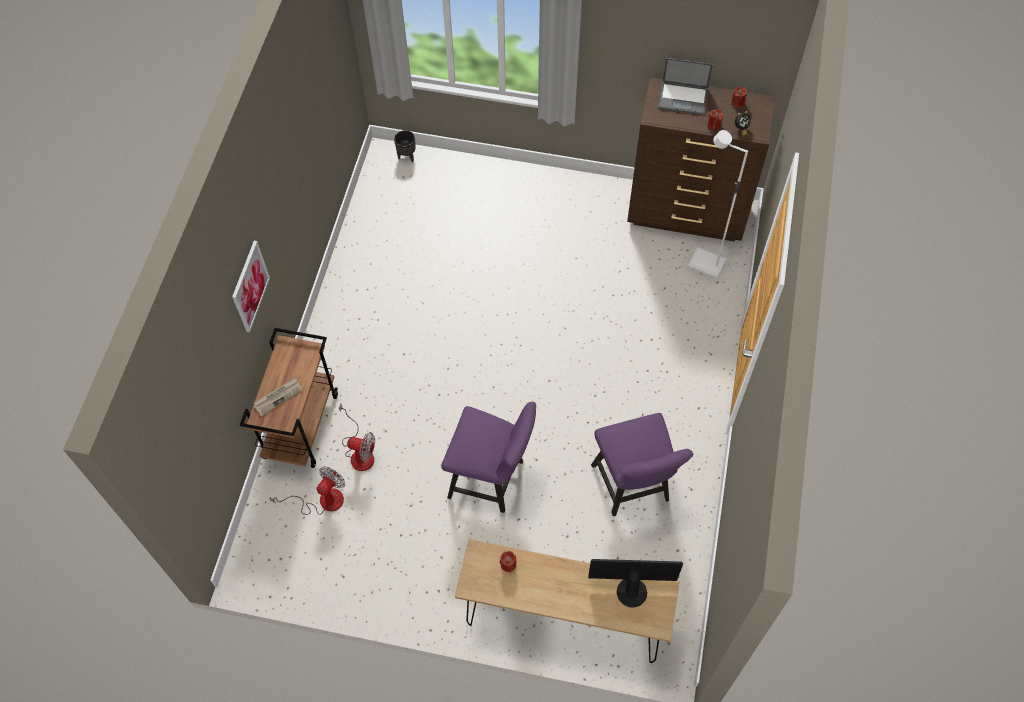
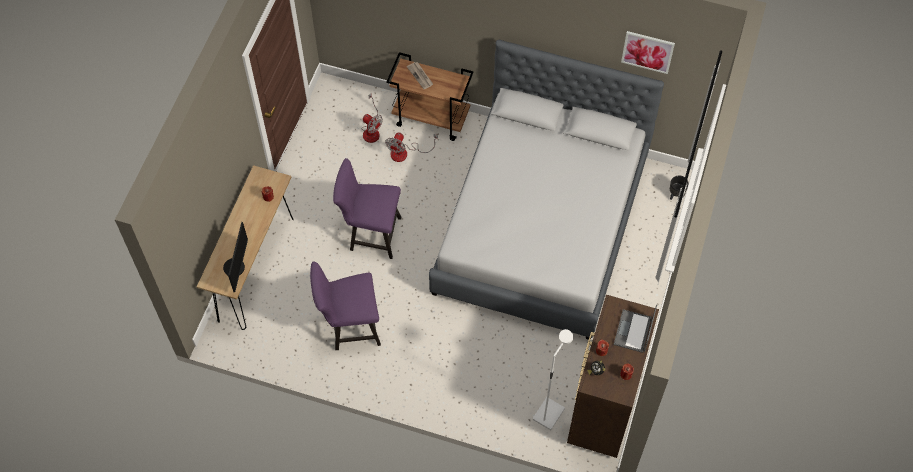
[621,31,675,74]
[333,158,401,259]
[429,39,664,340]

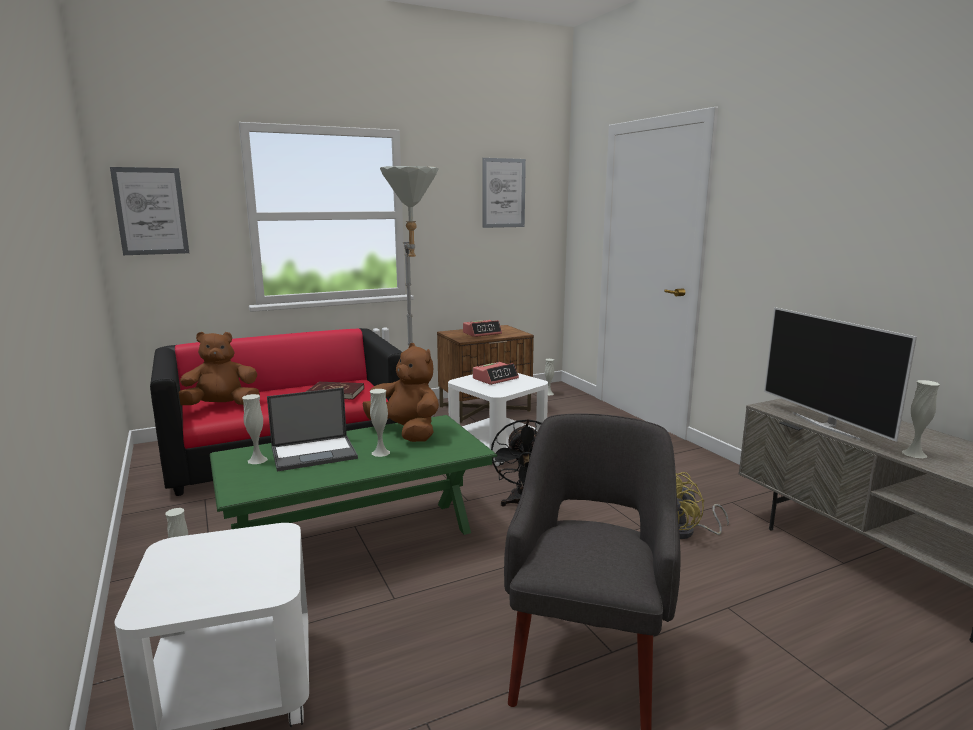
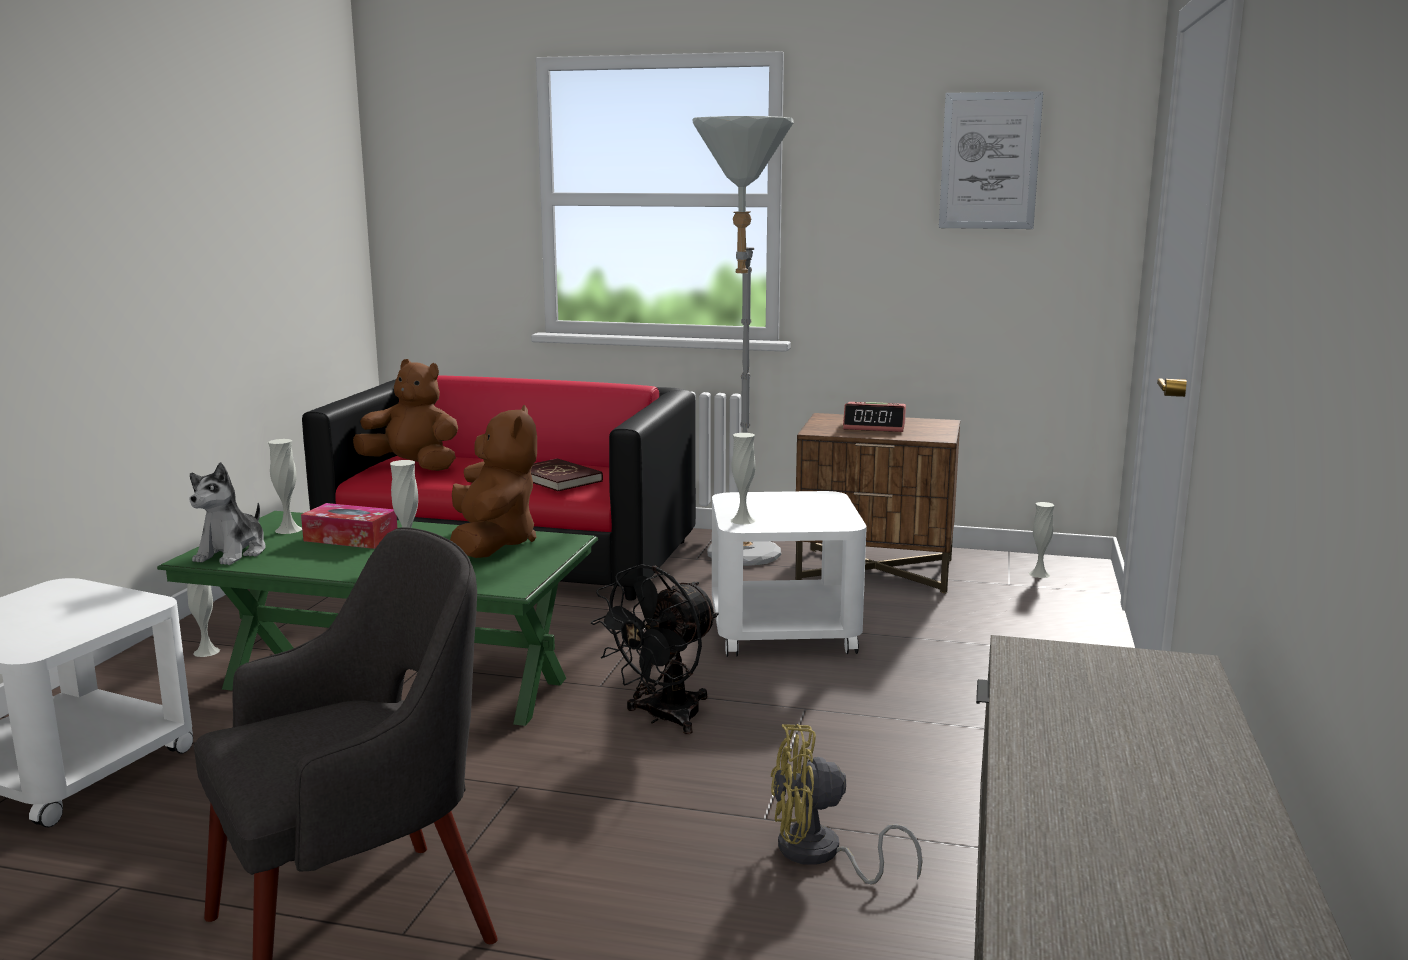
[110,167,189,255] (first image)
[764,307,917,442] (first image)
[473,362,519,385] (first image)
[731,433,755,525]
[301,503,397,549]
[190,462,266,565]

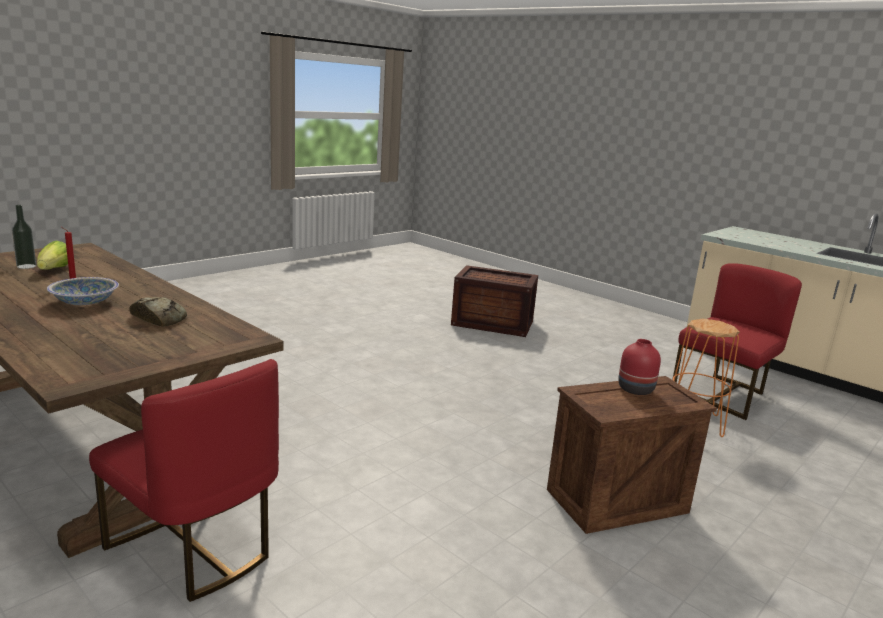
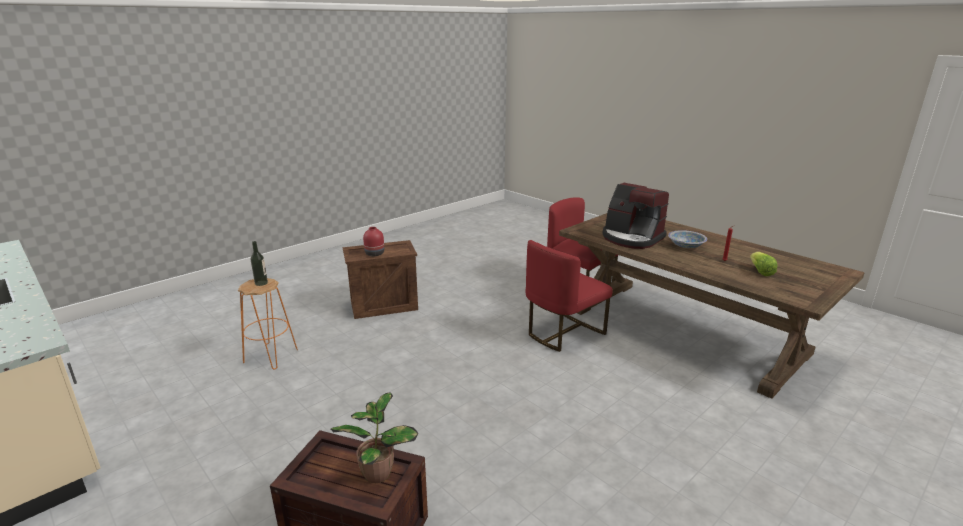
[251,241,268,286]
[526,240,613,352]
[602,183,669,249]
[331,392,418,483]

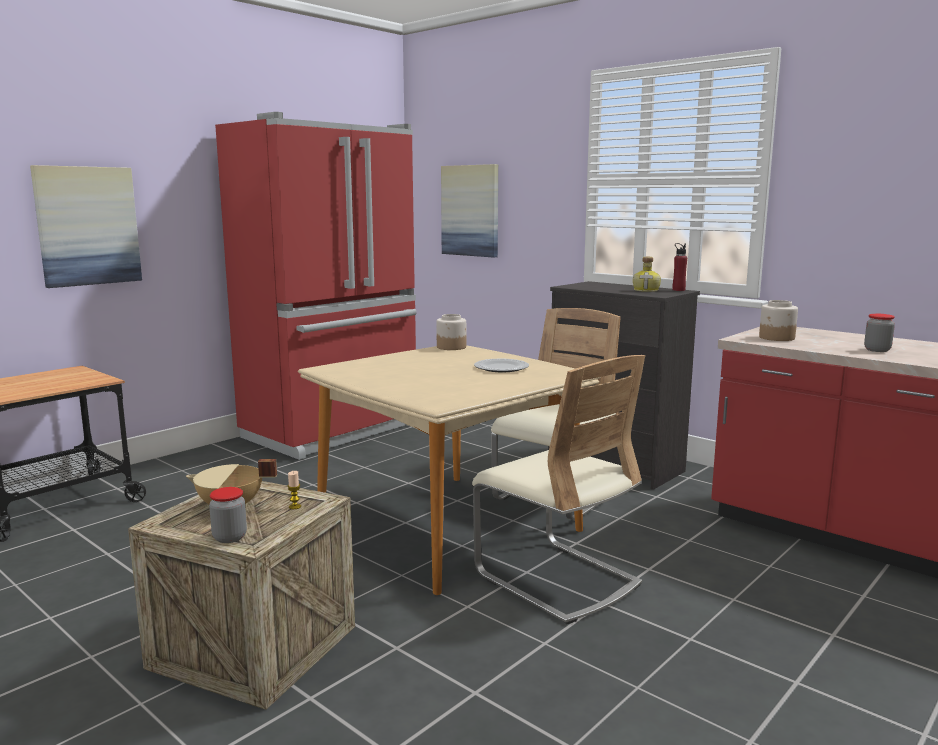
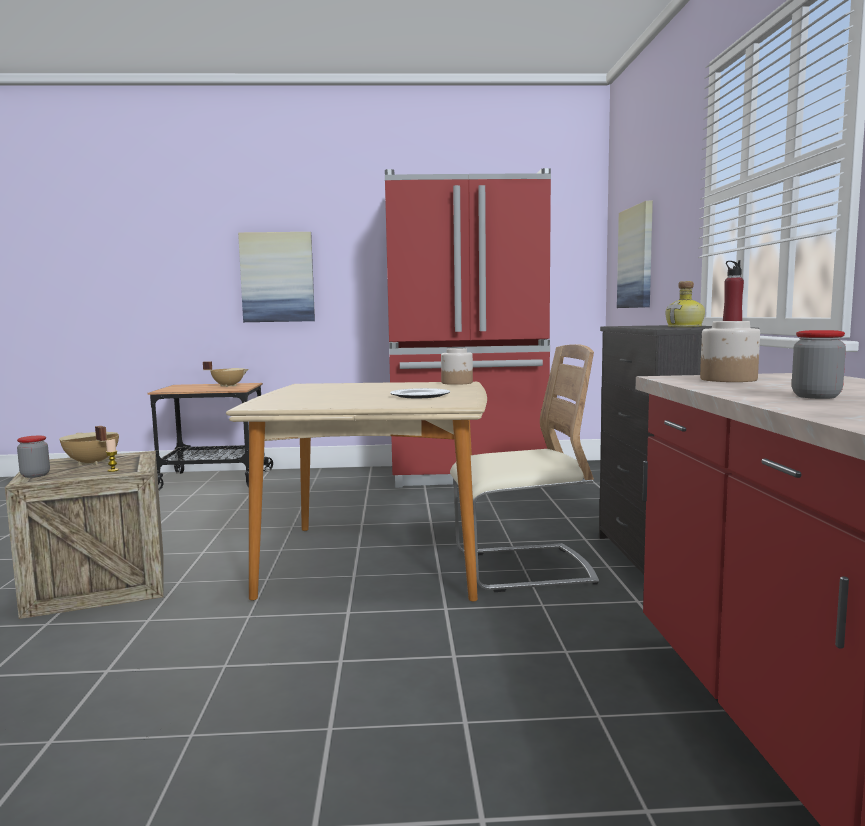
[472,355,645,624] (first image)
[203,361,248,387]

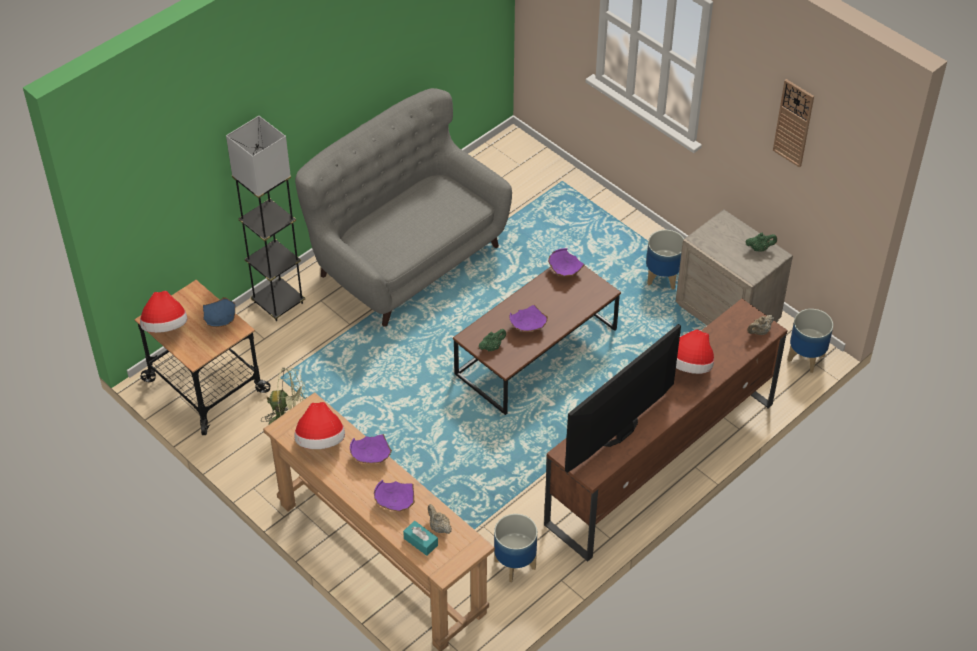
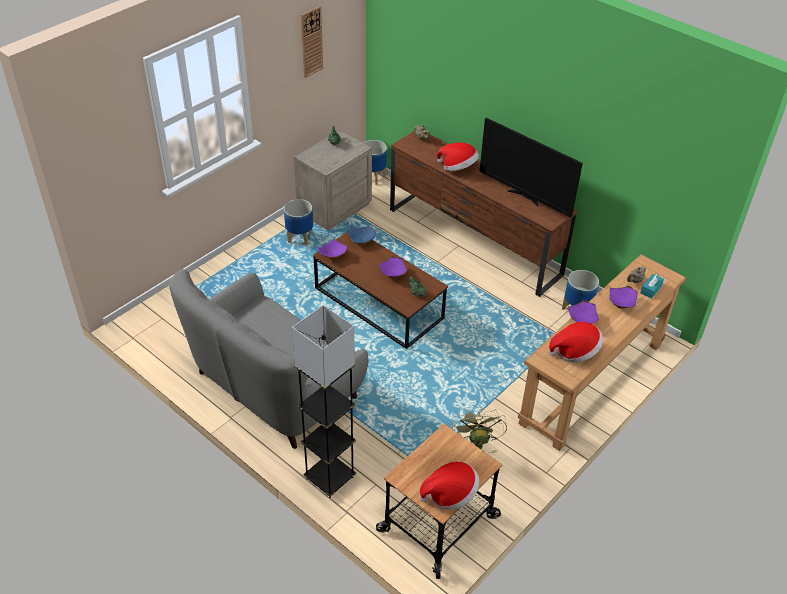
[347,226,376,245]

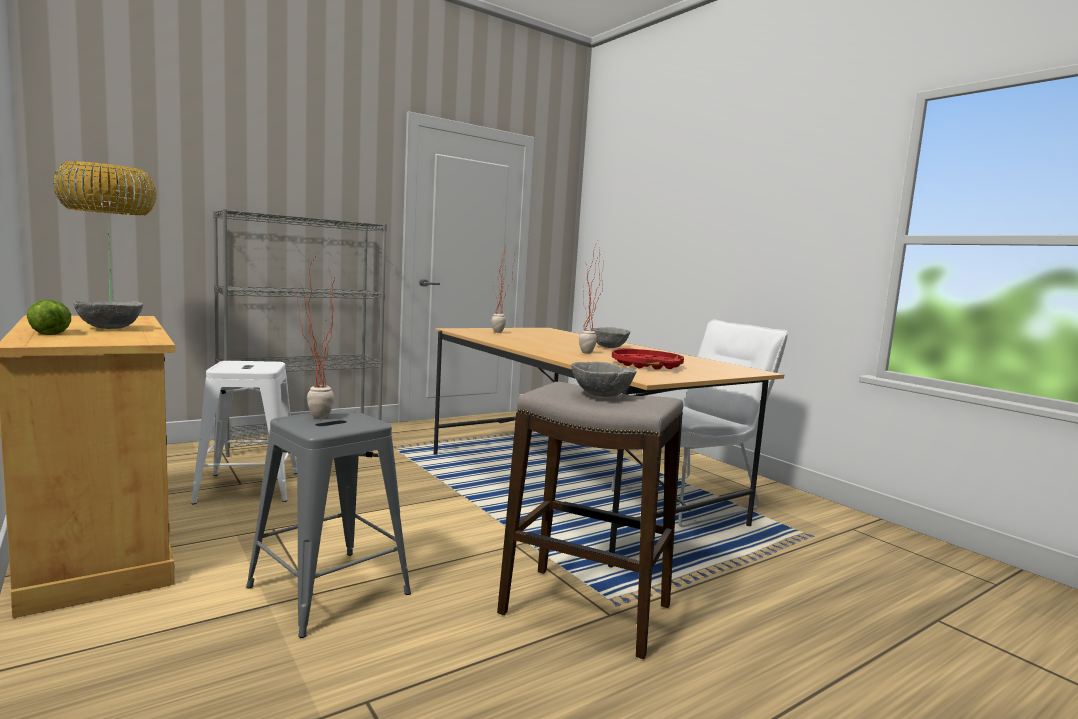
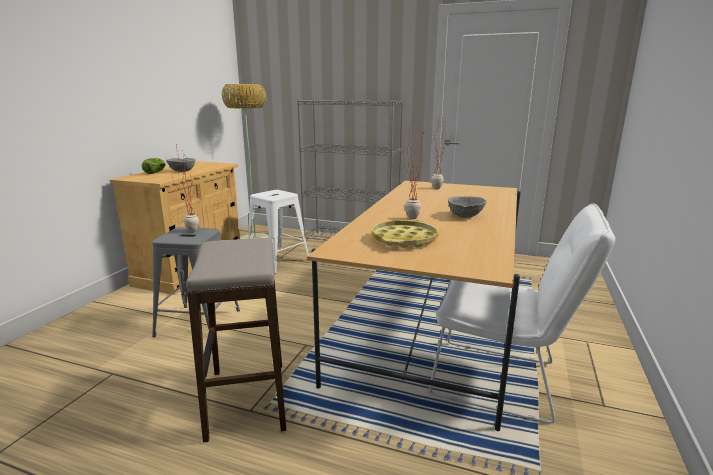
[372,220,438,248]
[571,362,636,397] (first image)

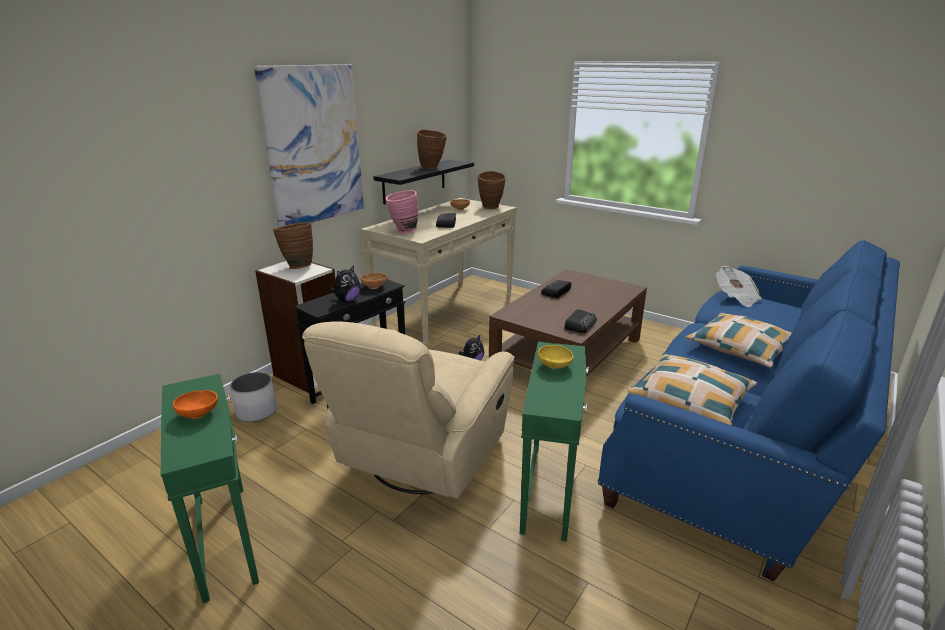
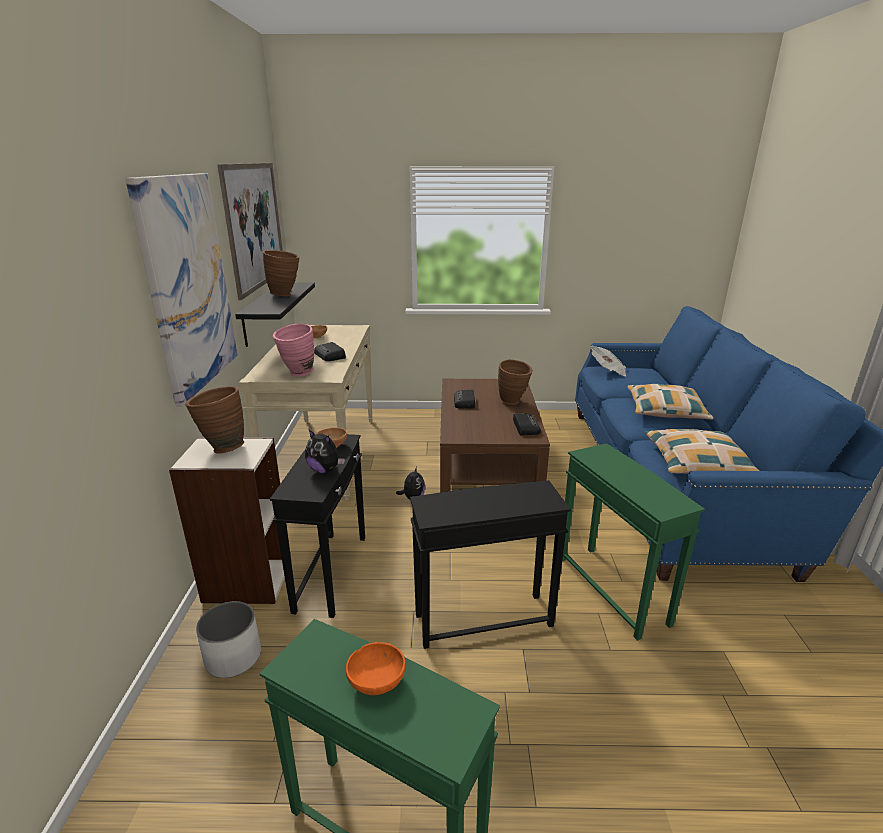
[498,360,533,405]
[305,430,345,474]
[410,480,571,649]
[538,345,574,369] (first image)
[217,163,283,300]

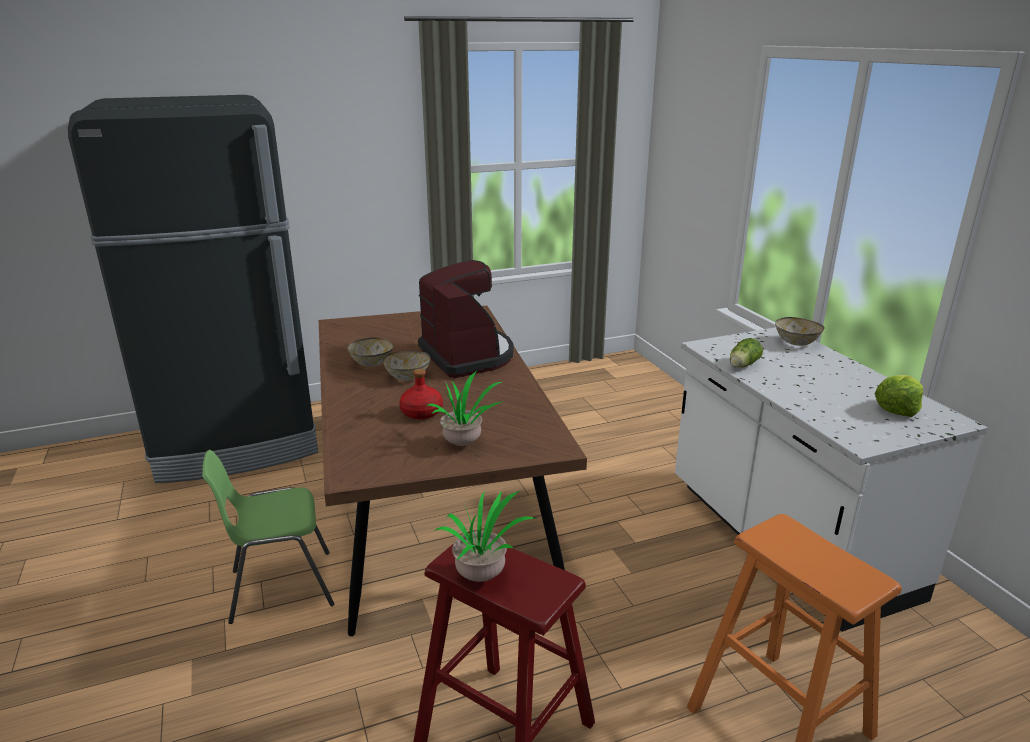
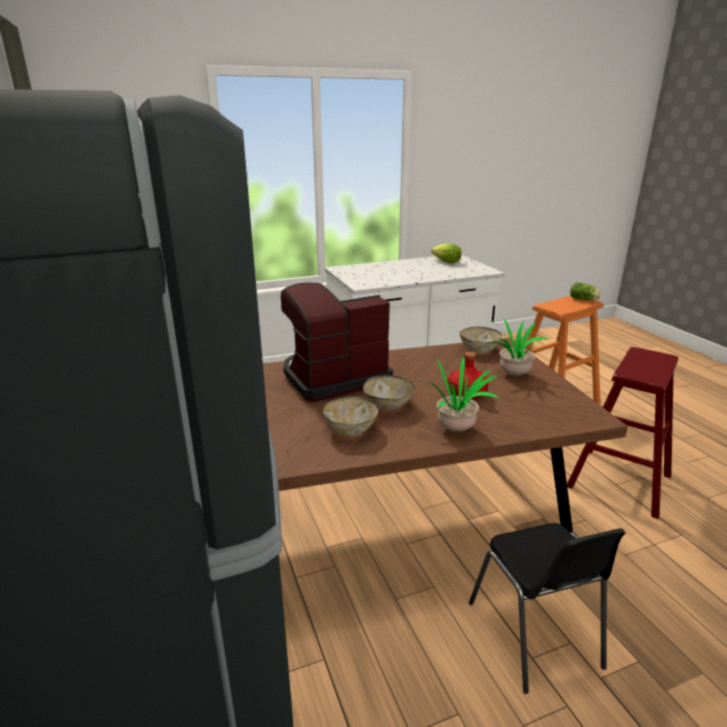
[460,326,502,353]
[570,282,602,300]
[469,523,626,694]
[412,357,499,432]

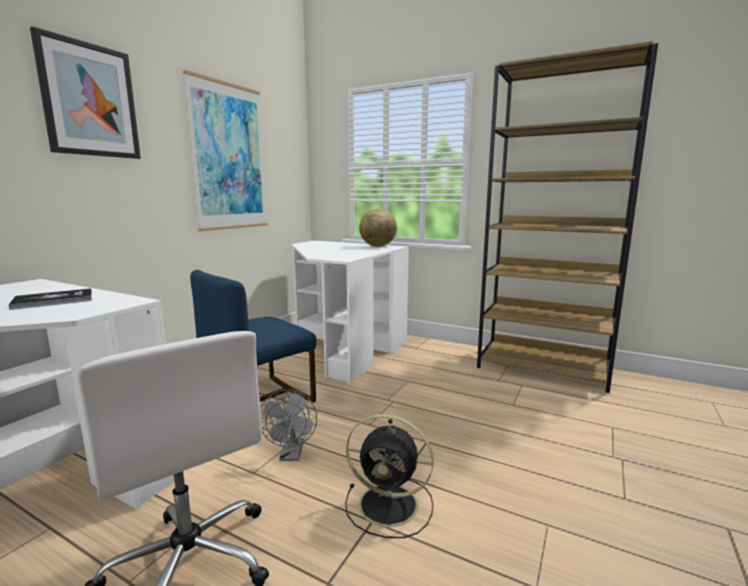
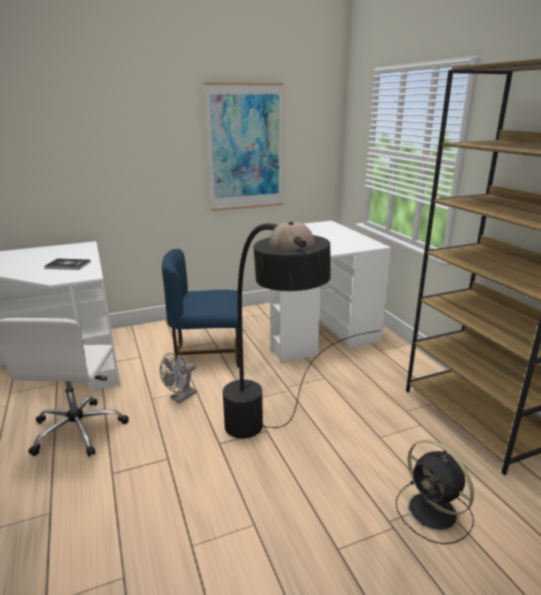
[30,26,141,159] (first image)
[359,209,397,247] (first image)
[396,440,474,544]
[223,222,381,439]

